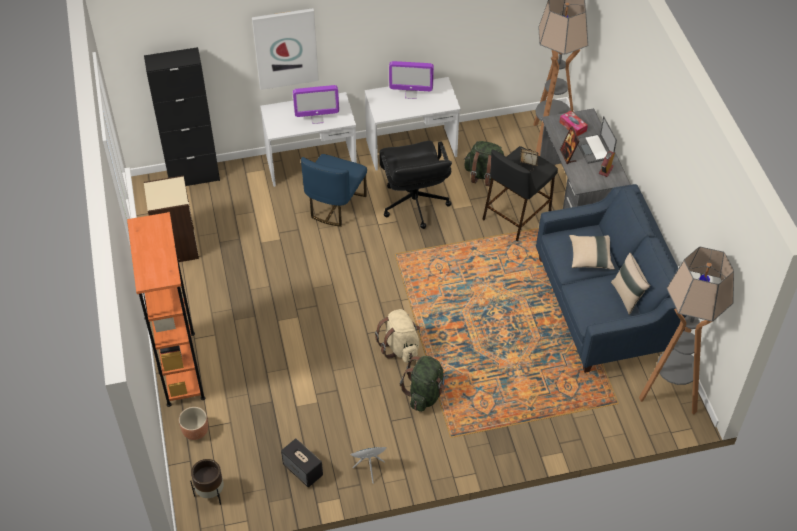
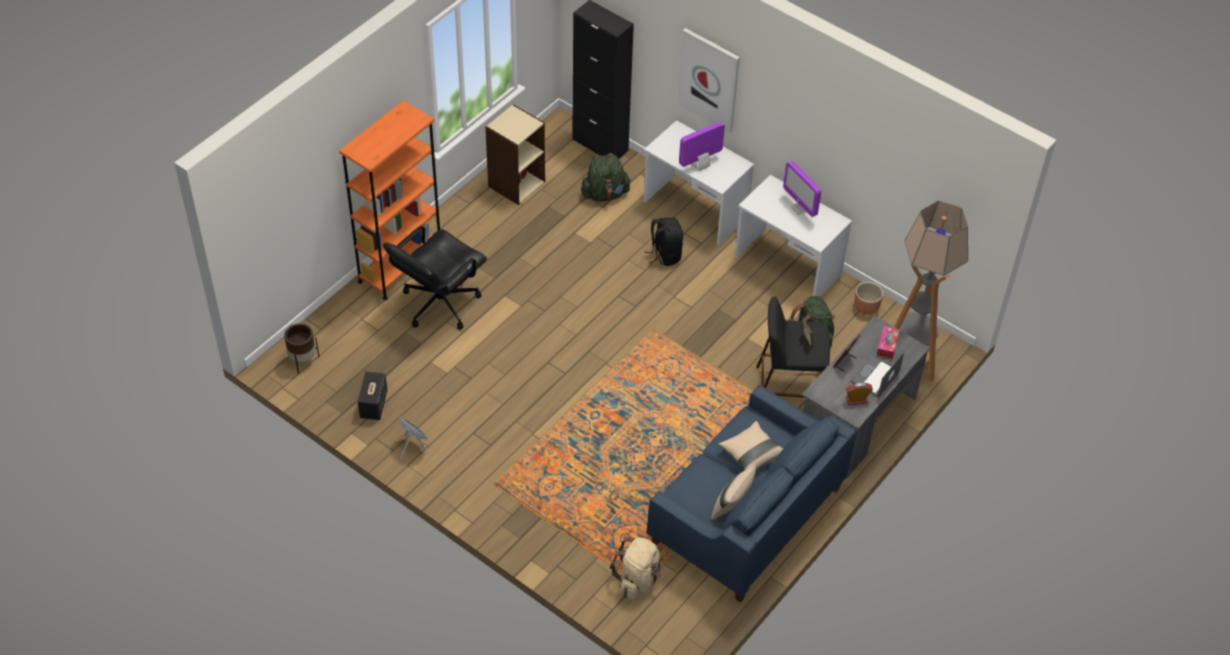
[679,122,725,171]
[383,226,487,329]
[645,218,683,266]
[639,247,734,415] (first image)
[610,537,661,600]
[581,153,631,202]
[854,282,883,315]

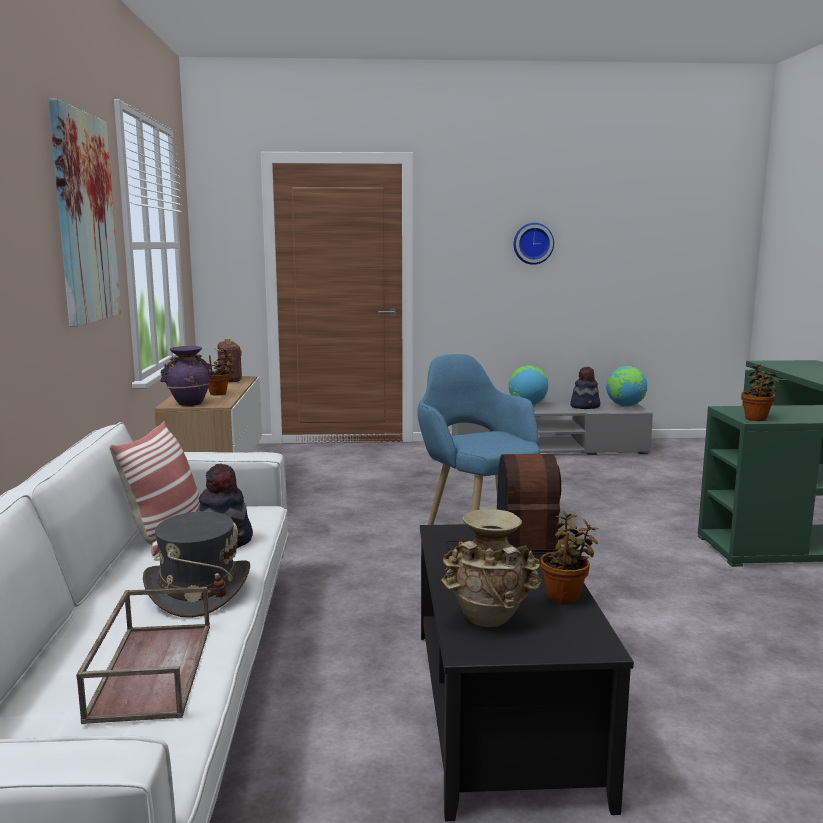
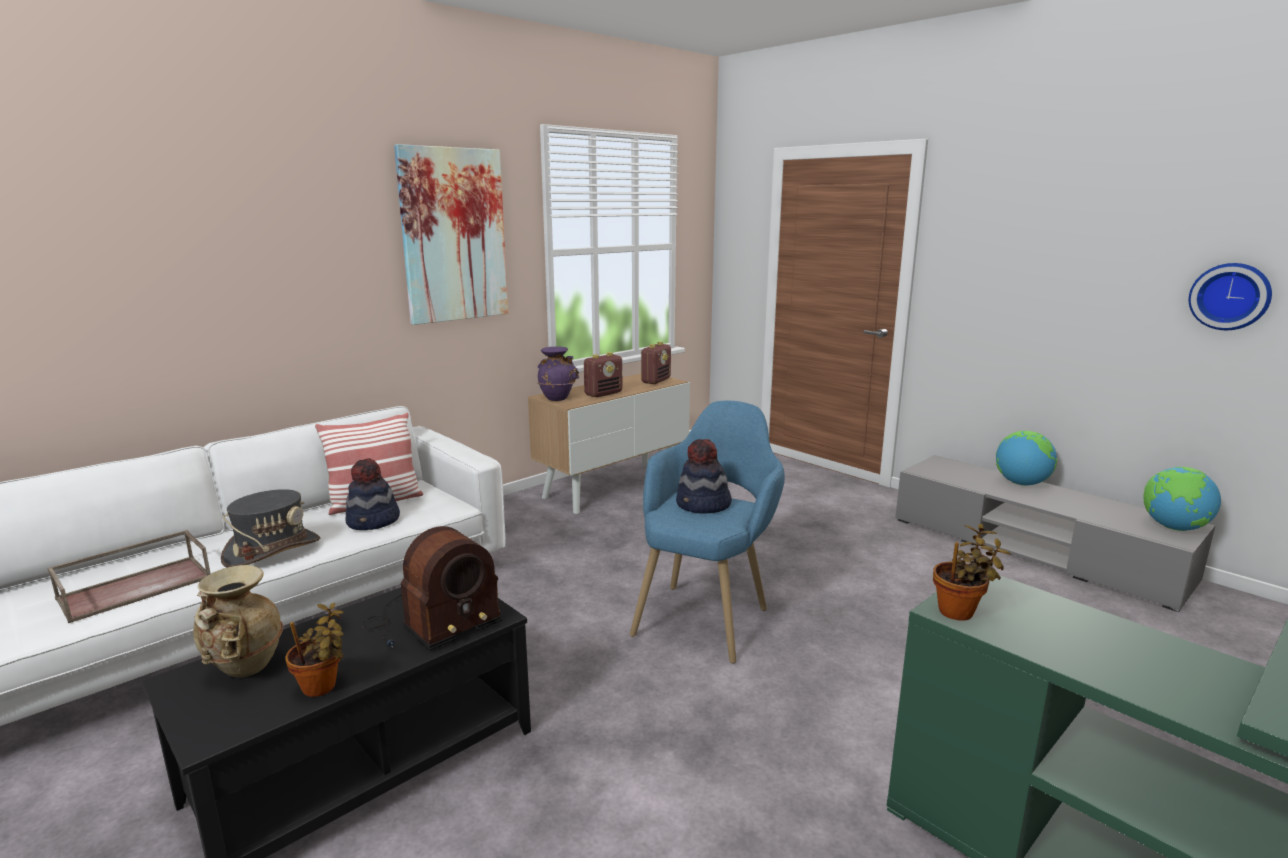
[1189,263,1272,330]
[584,352,622,397]
[676,439,732,513]

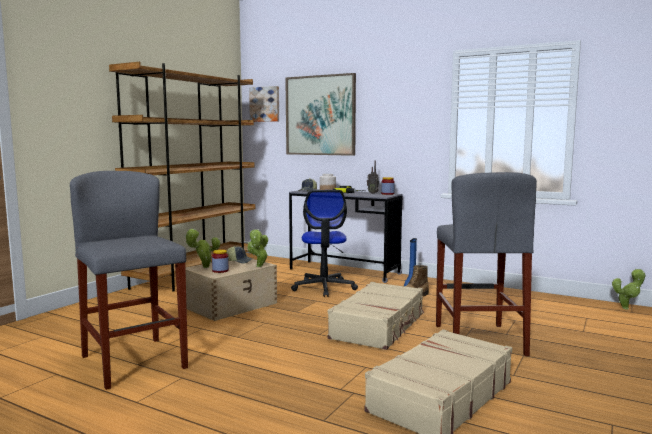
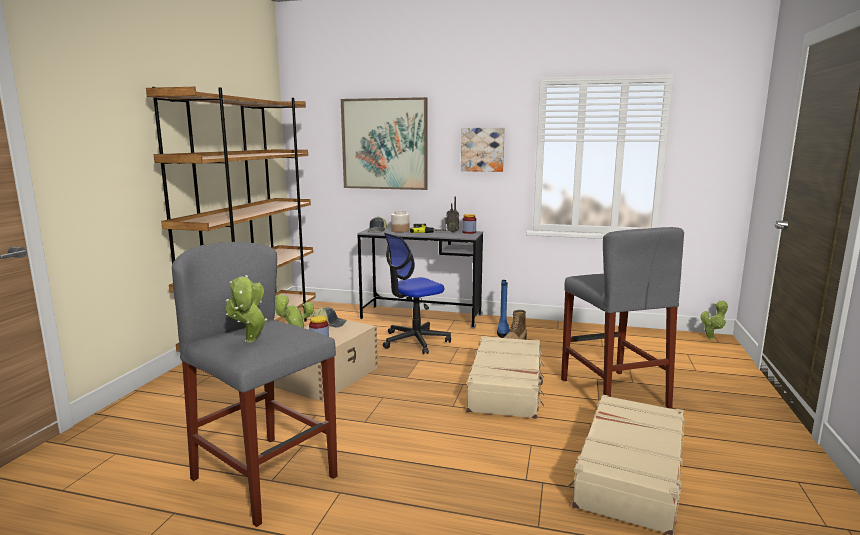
[461,128,505,172]
[383,233,451,354]
[226,275,267,343]

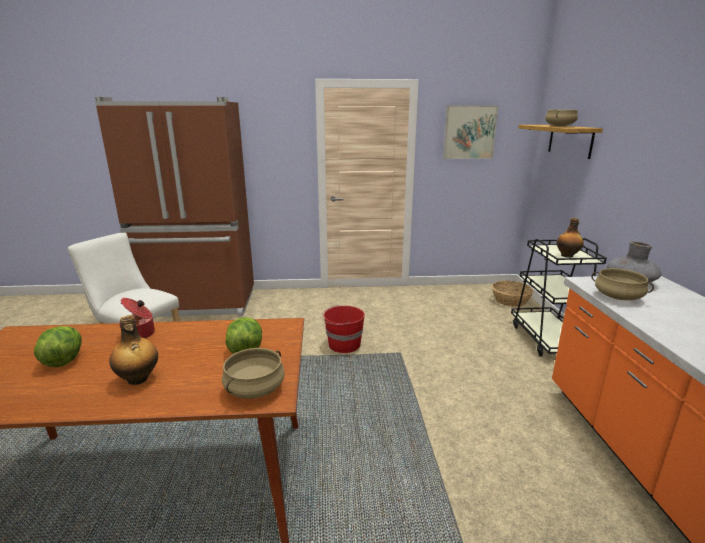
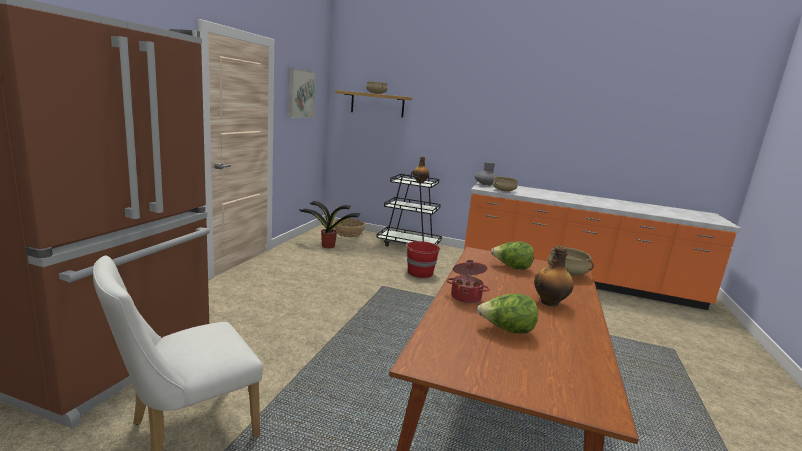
[406,241,440,278]
[299,201,361,248]

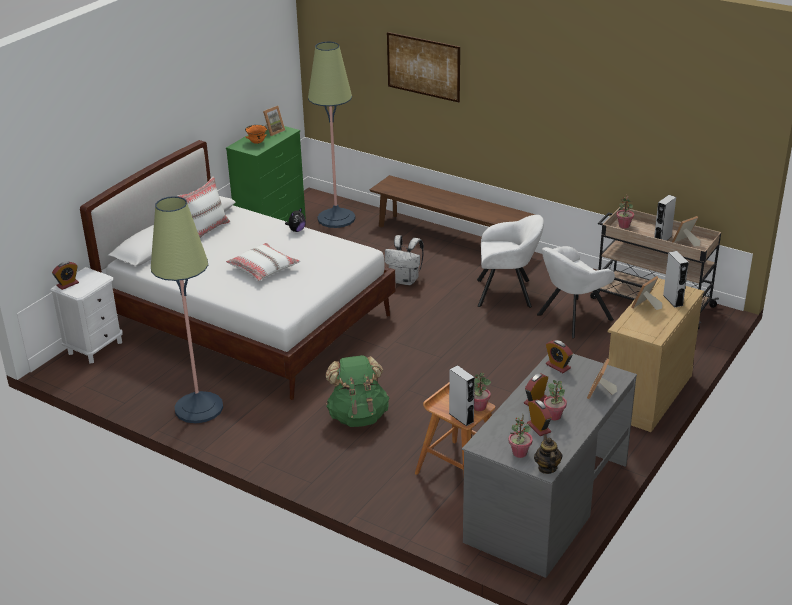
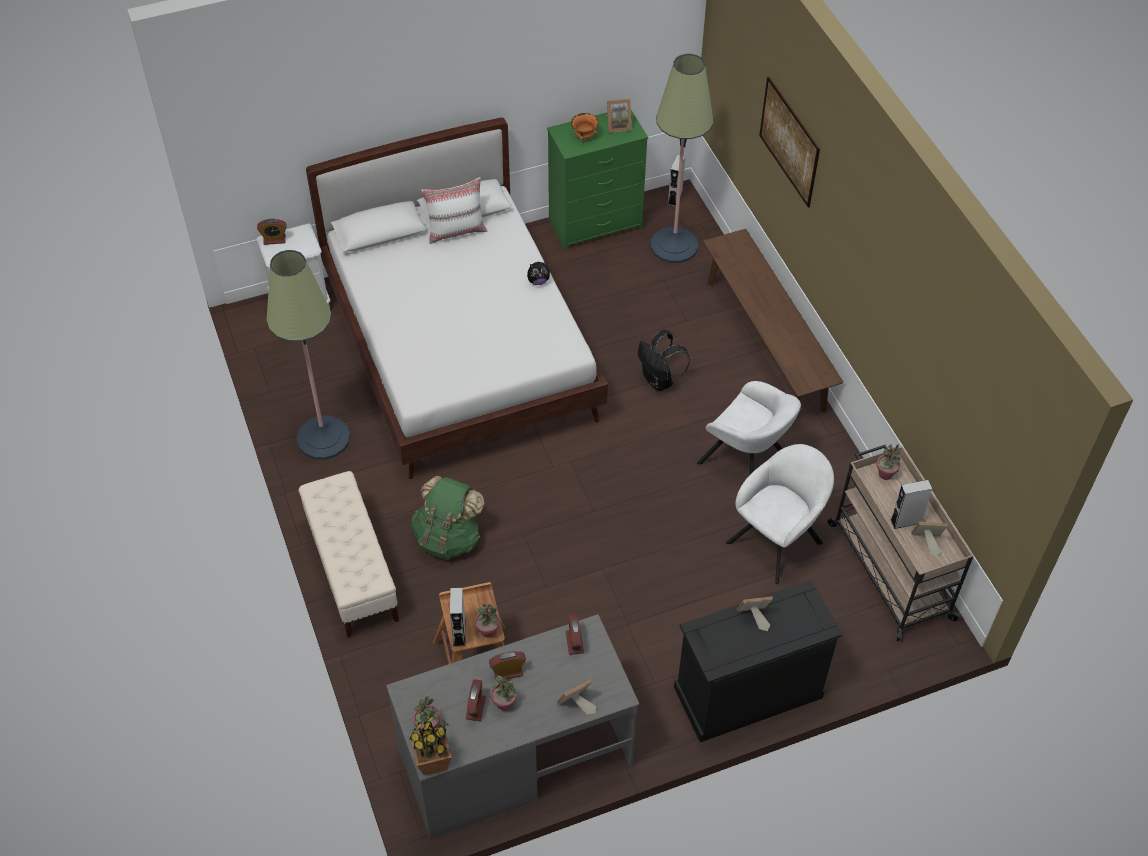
[638,330,690,391]
[226,243,300,281] (first image)
[726,444,834,584]
[668,155,685,206]
[674,580,842,742]
[409,716,452,775]
[298,471,399,638]

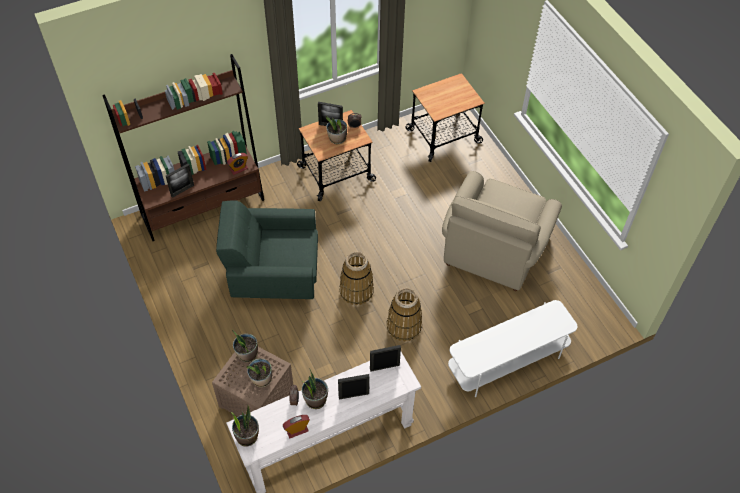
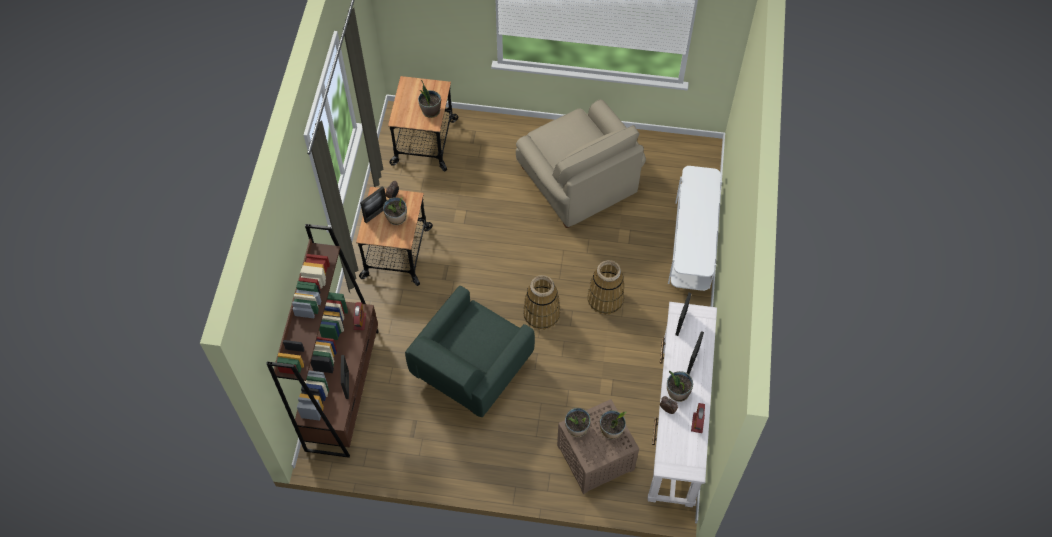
[418,80,441,118]

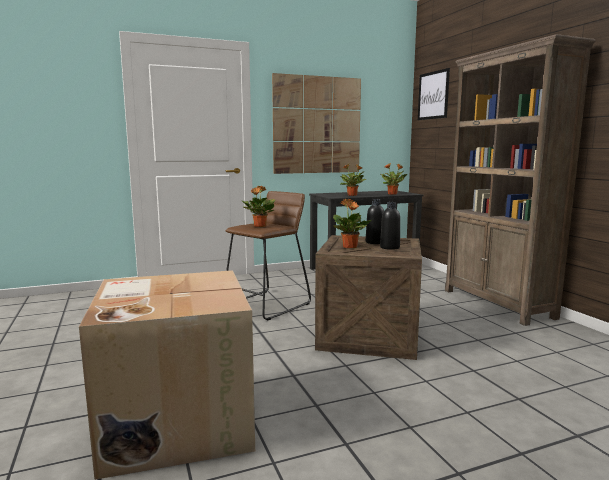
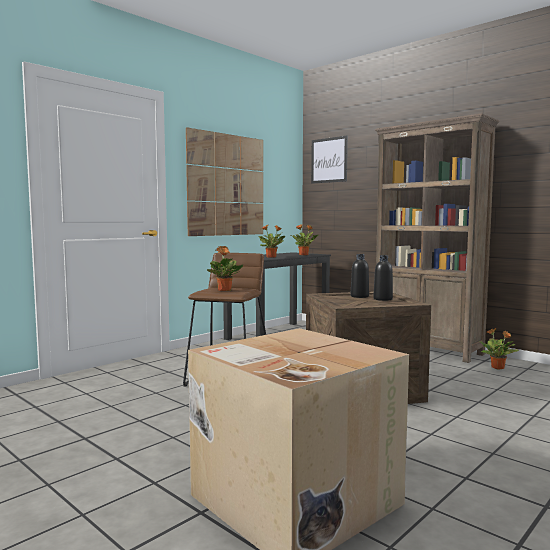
[479,328,519,369]

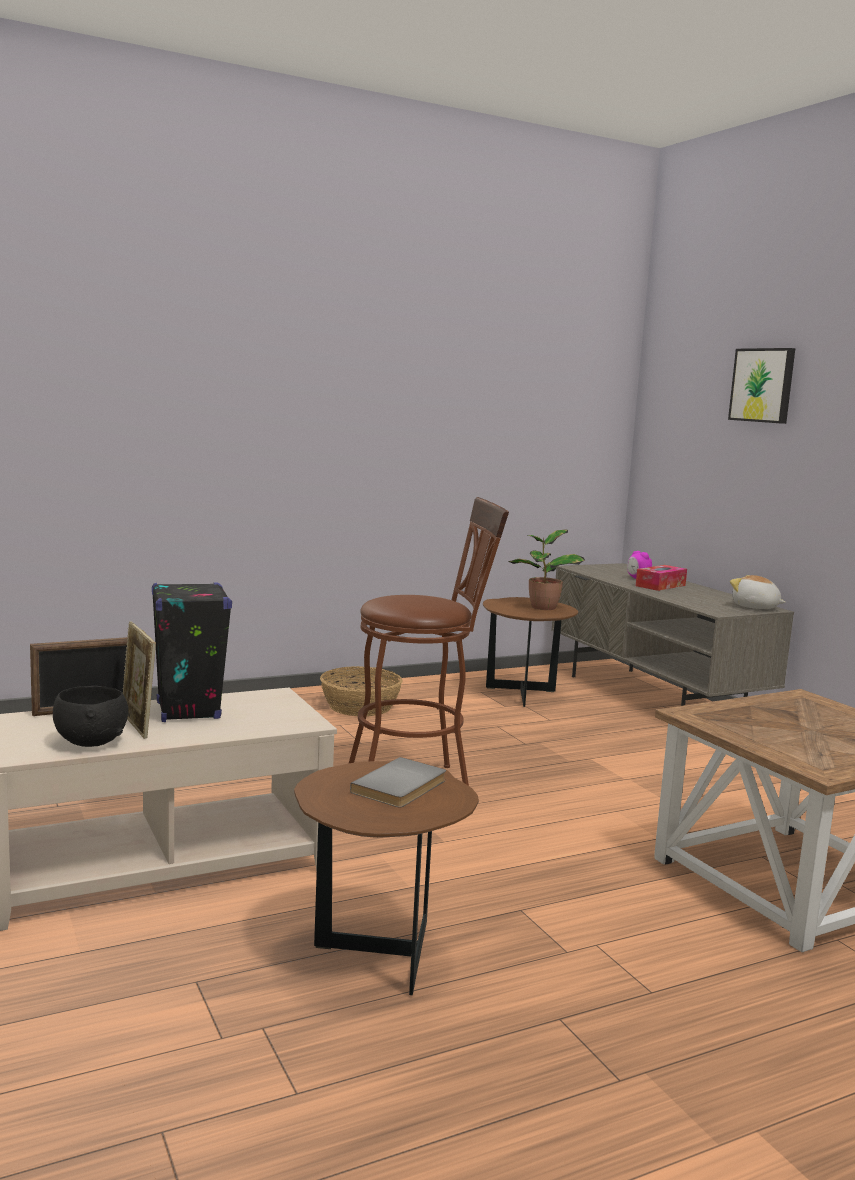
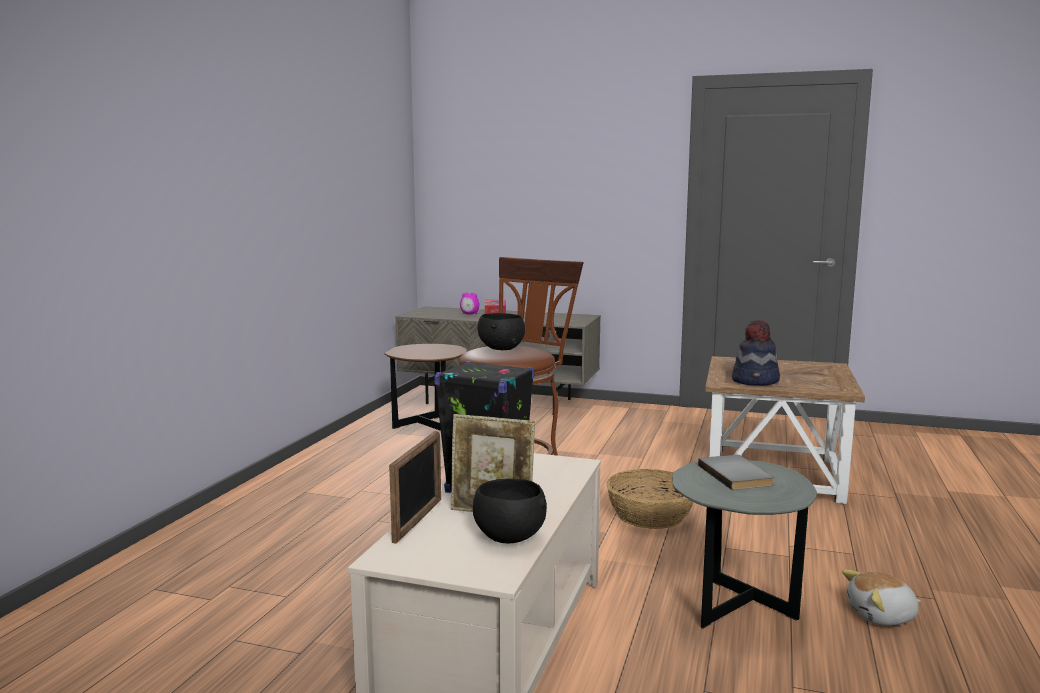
[728,348,795,424] (first image)
[508,530,585,610] (first image)
[842,570,921,626]
[606,469,693,529]
[672,460,817,629]
[477,313,525,350]
[732,320,780,386]

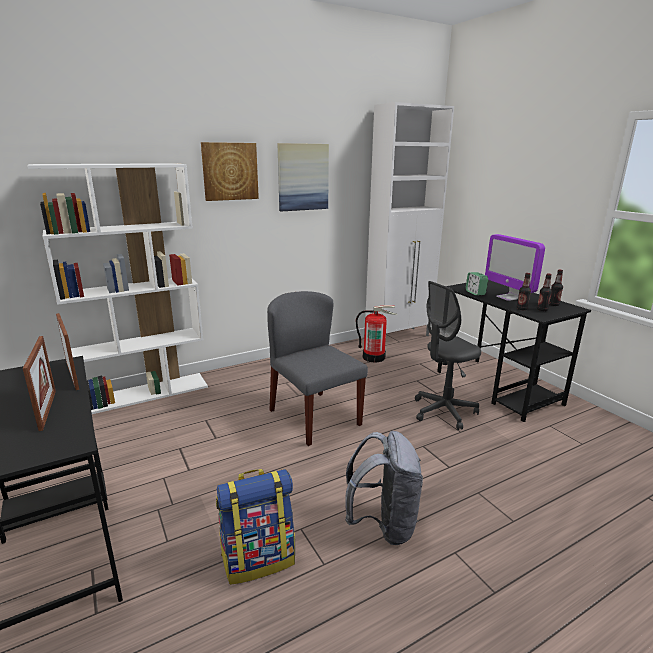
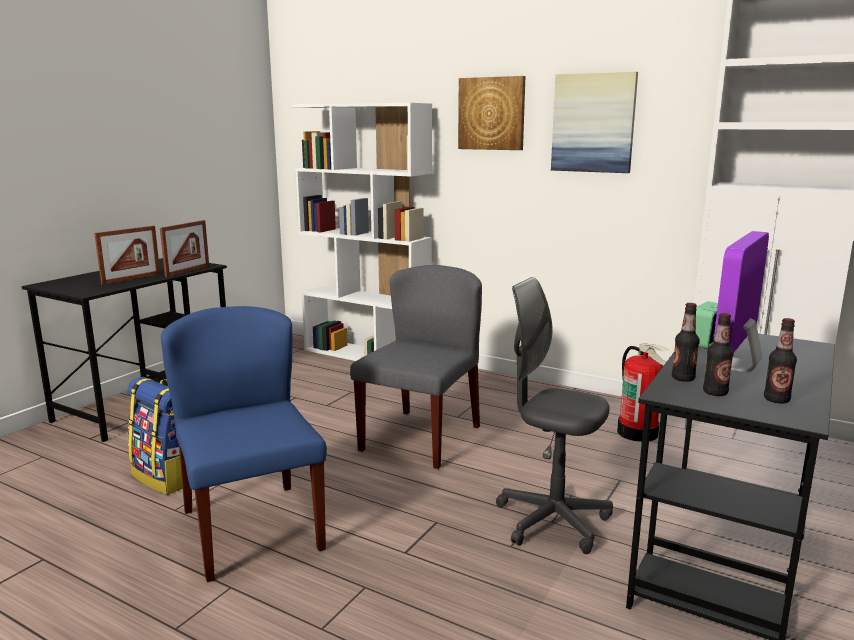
[161,306,327,582]

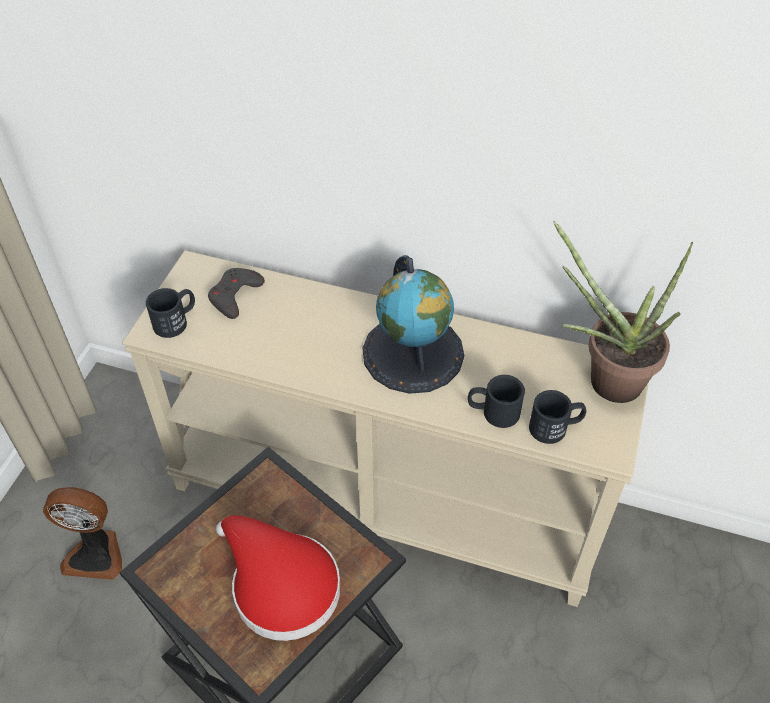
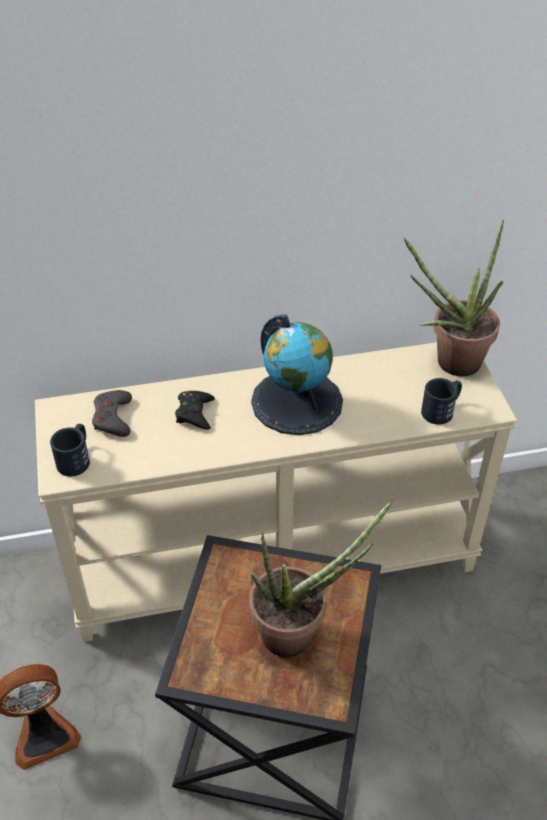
[468,375,525,428] (first image)
[249,499,393,657]
[175,391,215,430]

